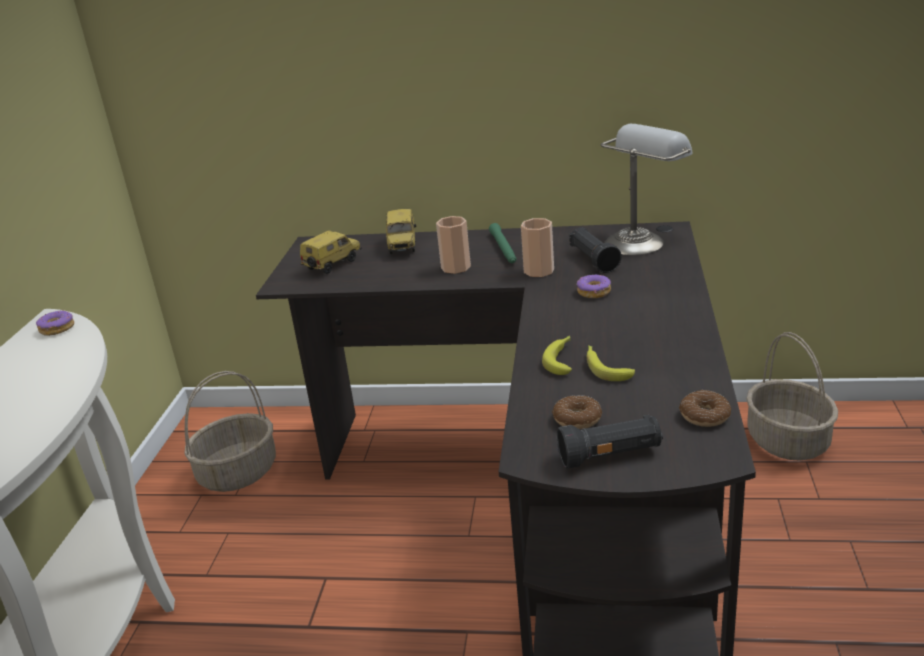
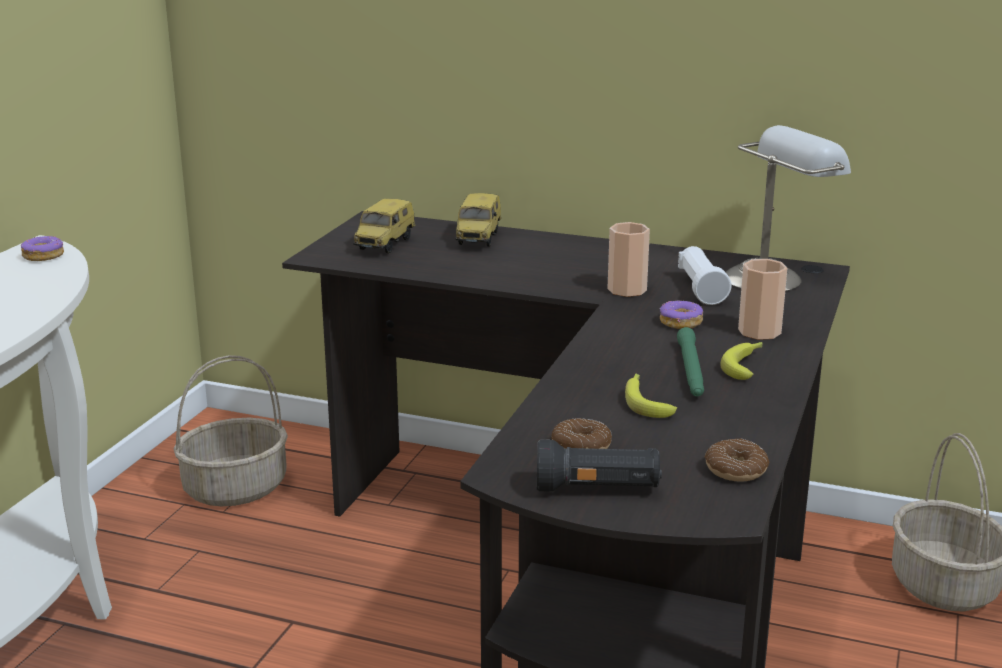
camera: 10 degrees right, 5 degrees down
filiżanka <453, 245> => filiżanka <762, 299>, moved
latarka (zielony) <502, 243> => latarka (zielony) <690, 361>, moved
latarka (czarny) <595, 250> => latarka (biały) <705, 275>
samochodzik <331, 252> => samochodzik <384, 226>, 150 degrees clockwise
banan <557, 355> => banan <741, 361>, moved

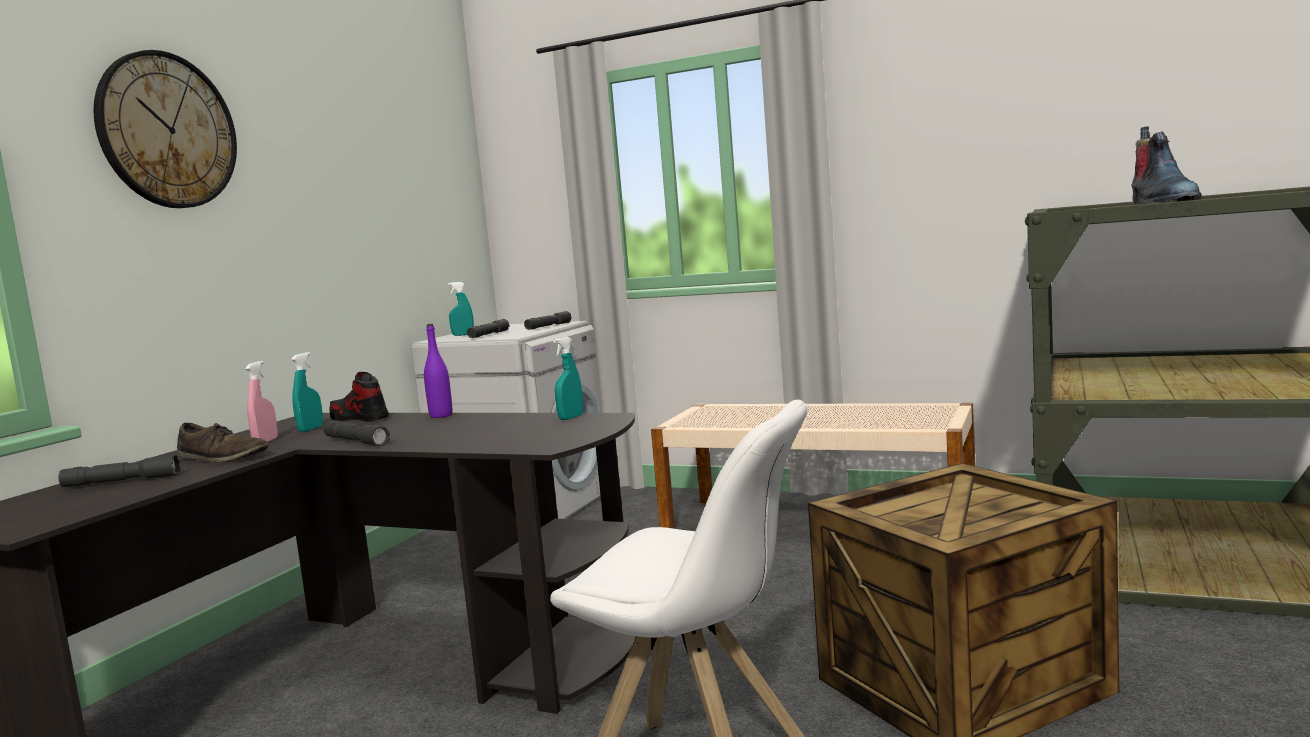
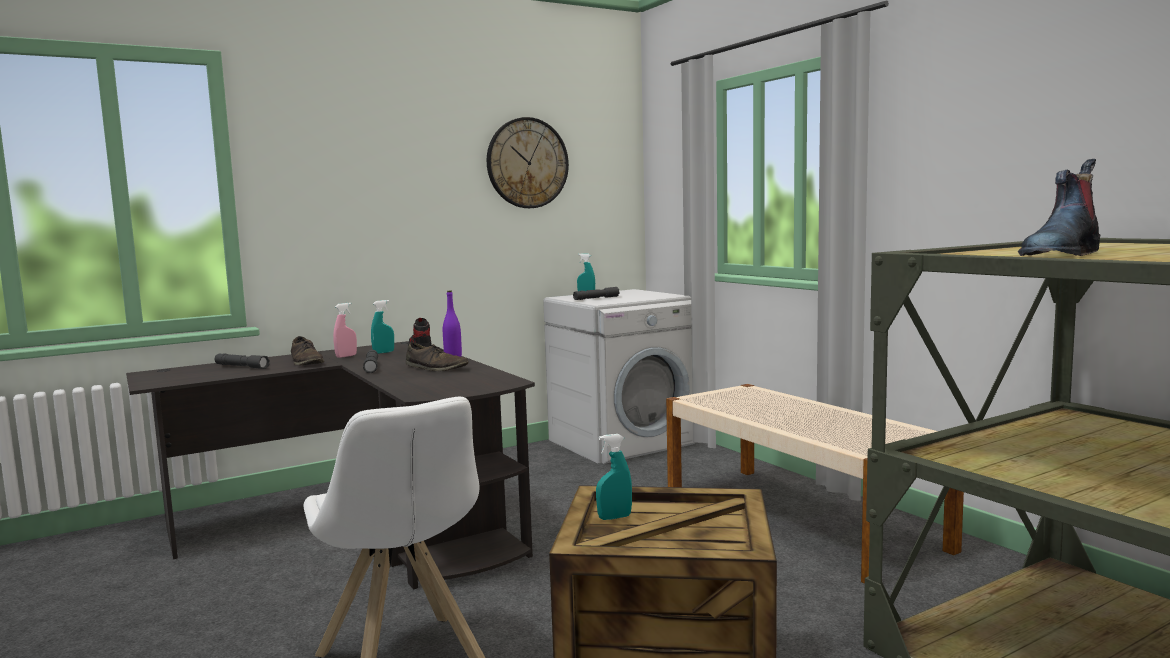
camera: 35 degrees right, 0 degrees up
zegar ścienny <165, 129> => zegar ścienny <528, 162>, moved
latarka (szary) <548, 320> => nothing
spryskiwacz (turkusowy) <568, 378> => spryskiwacz (turkusowy) <614, 477>, moved
nothing => but (brązowy) <437, 356>

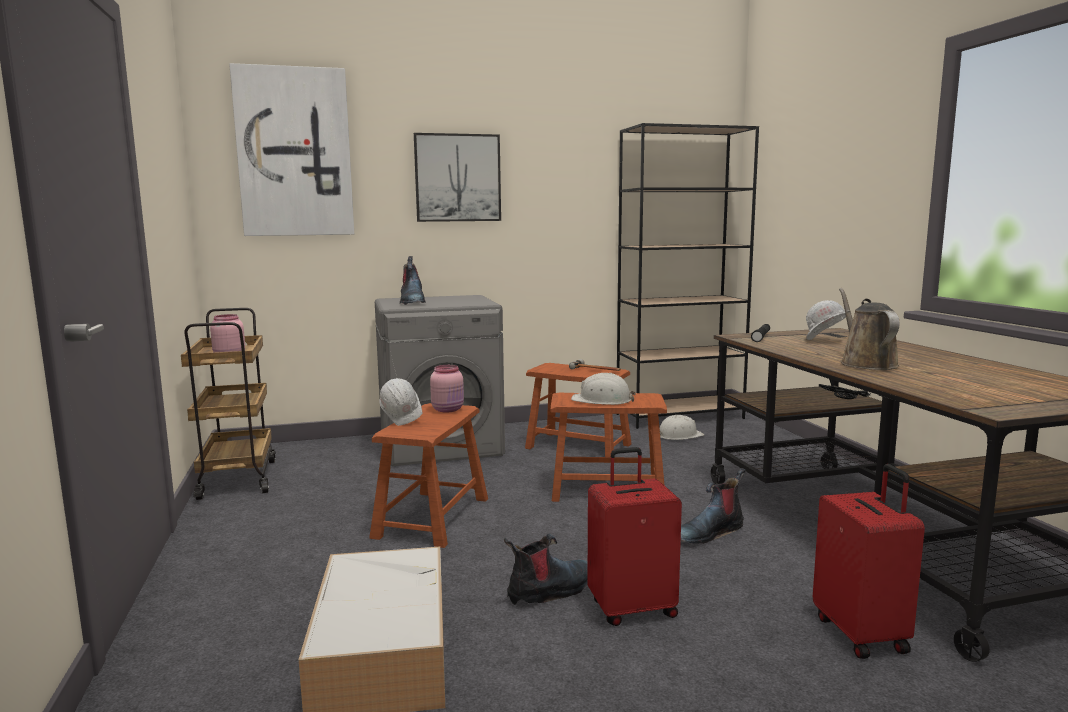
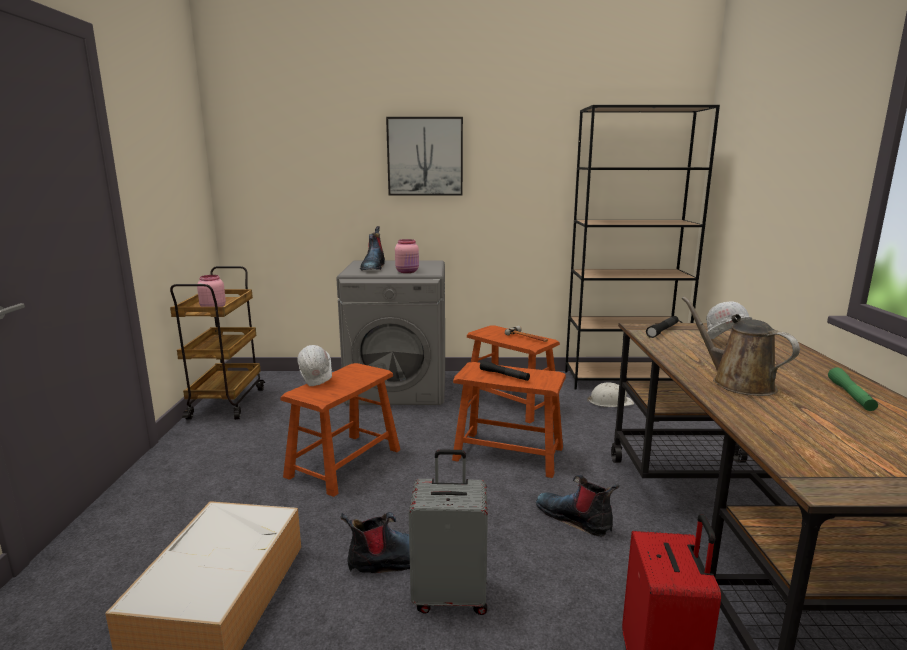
camera: 15 degrees right, 5 degrees up
obraz <291, 149> => nothing
konewka (brązowy) <869, 329> => konewka (brązowy) <741, 346>, 45 degrees counterclockwise
słoik (różowy) <447, 389> => słoik (różowy) <407, 256>, moved
kask (biały) <603, 389> => latarka (czarny) <505, 370>
walizka (czerwony) <634, 536> => walizka (szary) <448, 532>
but z cholewką <713, 506> => but z cholewką <578, 506>, 60 degrees clockwise
nothing => latarka (zielony) <853, 389>

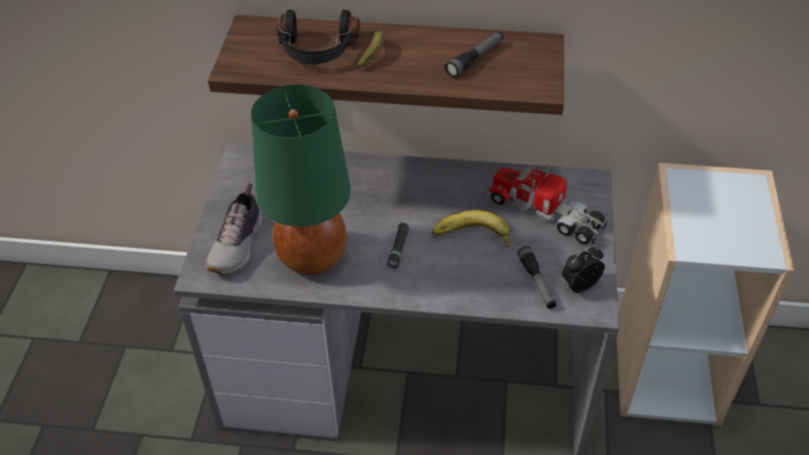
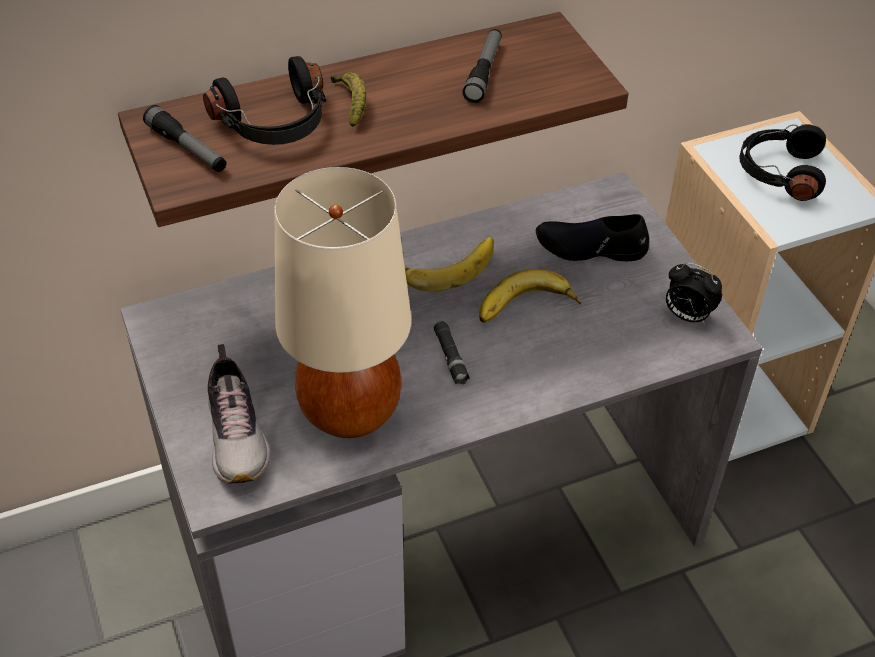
camera: 30 degrees left, 0 degrees up
lampa stołowa (zielony) <301, 179> => lampa stołowa (beżowy) <342, 302>
ciężarówka zabawkowa <547, 205> => but (czarny) <592, 237>
latarka <536, 277> => latarka <185, 138>, moved
budzik <583, 269> => budzik <694, 294>, 90 degrees counterclockwise
nothing => słuchawki (czarny) <782, 162>
nothing => banan <449, 264>

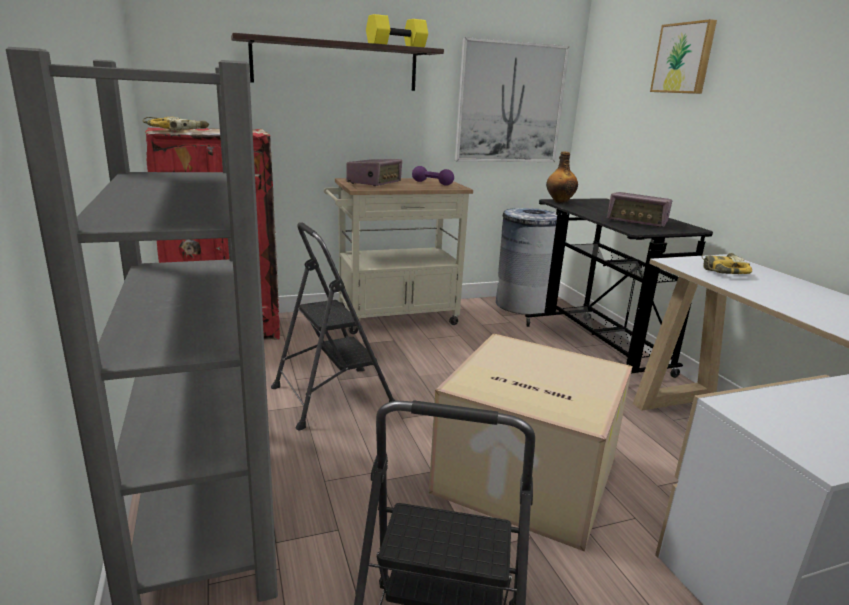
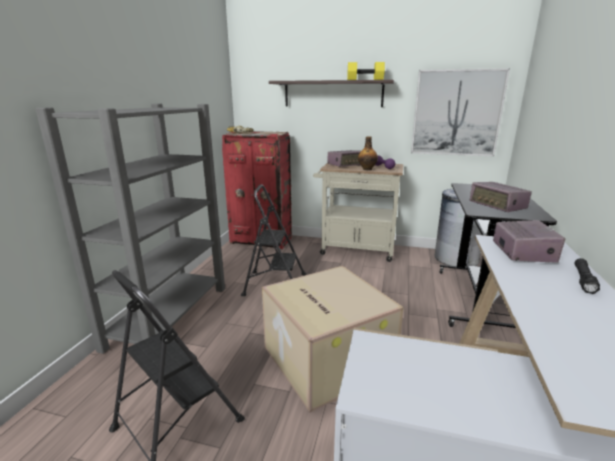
camera: 35 degrees right, 0 degrees up
obraz <683, 56> => nothing
butelka <562, 178> => butelka <368, 153>, moved
wiertarka <726, 263> => radio <529, 241>
nothing => latarka (czarny) <587, 276>

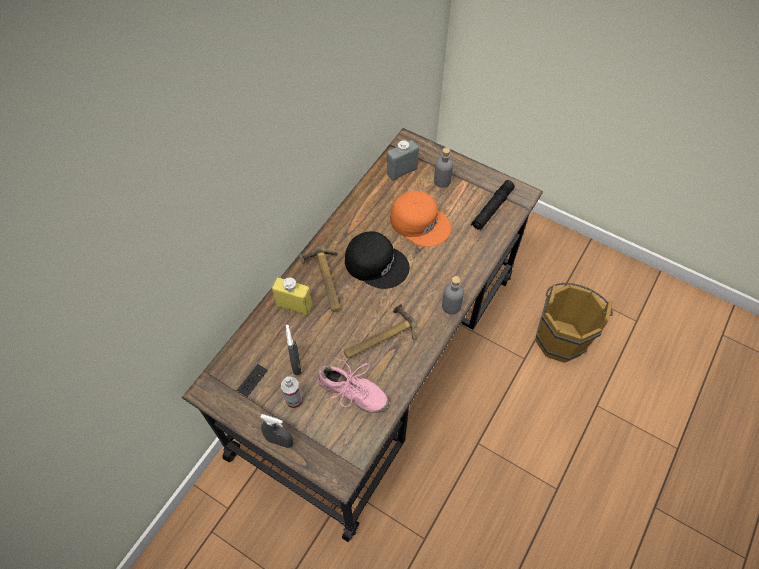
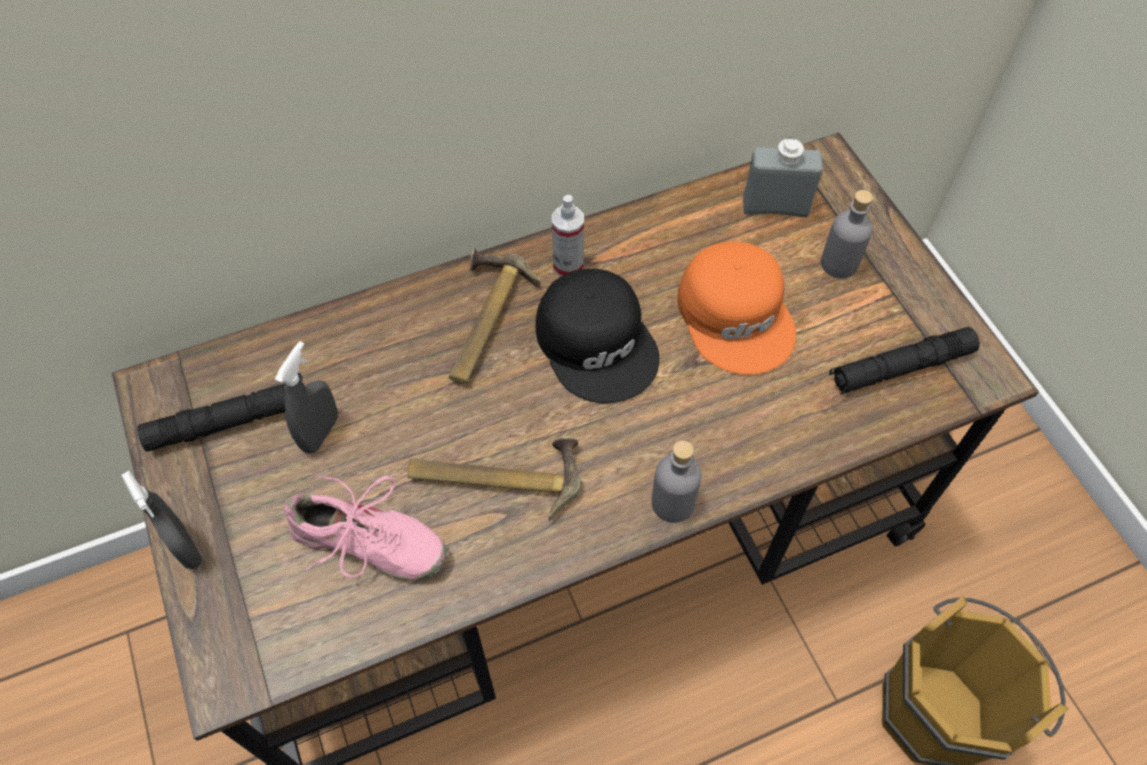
camera: 35 degrees right, 0 degrees up
butelka (żółty) <292, 296> => nothing
but (różowy) <353, 385> => but (różowy) <365, 526>, 45 degrees counterclockwise
spryskiwacz <292, 392> => spryskiwacz <568, 236>, moved
nothing => latarka (czarny) <211, 418>

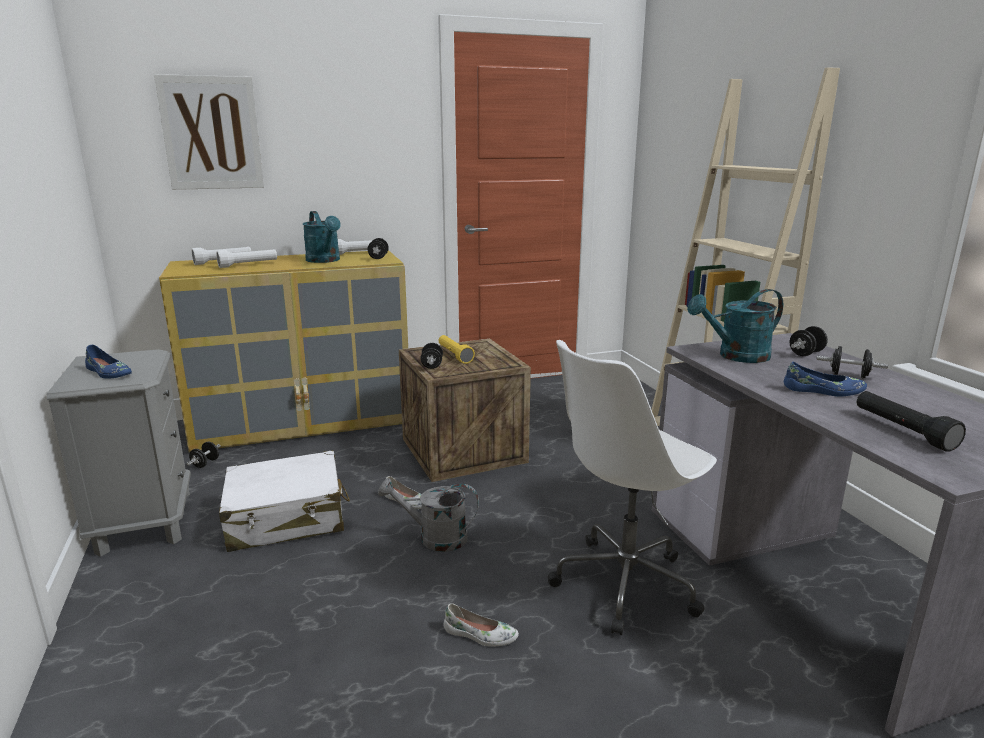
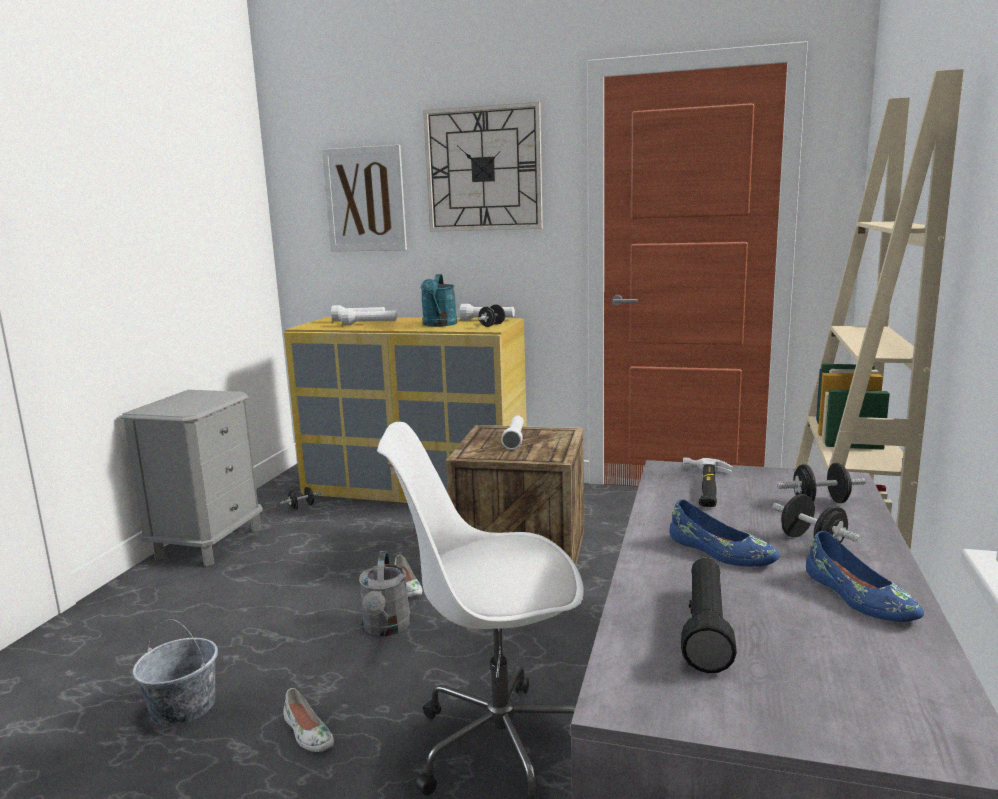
camera: 35 degrees right, 5 degrees down
konewka (turkusowy) <735, 326> => młotek <708, 482>
latarka (żółty) <456, 349> => latarka (biały) <512, 433>
hantel (czarny) <431, 356> => nothing
but (niebieski) <108, 362> => but (niebieski) <865, 576>, moved
walizka (biały) <284, 501> => nothing
konewka (szary) <428, 515> => konewka (szary) <385, 593>, 135 degrees counterclockwise
nothing => zegar ścienny <483, 167>
nothing => wiadro (szary) <175, 672>

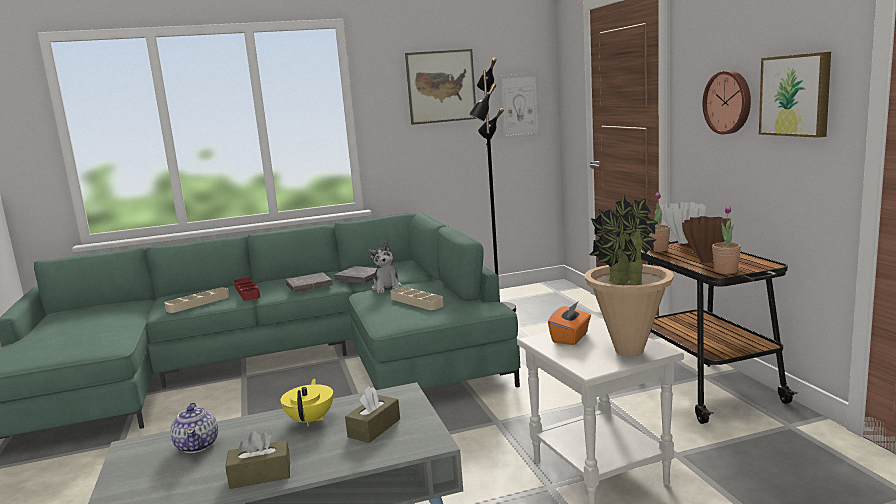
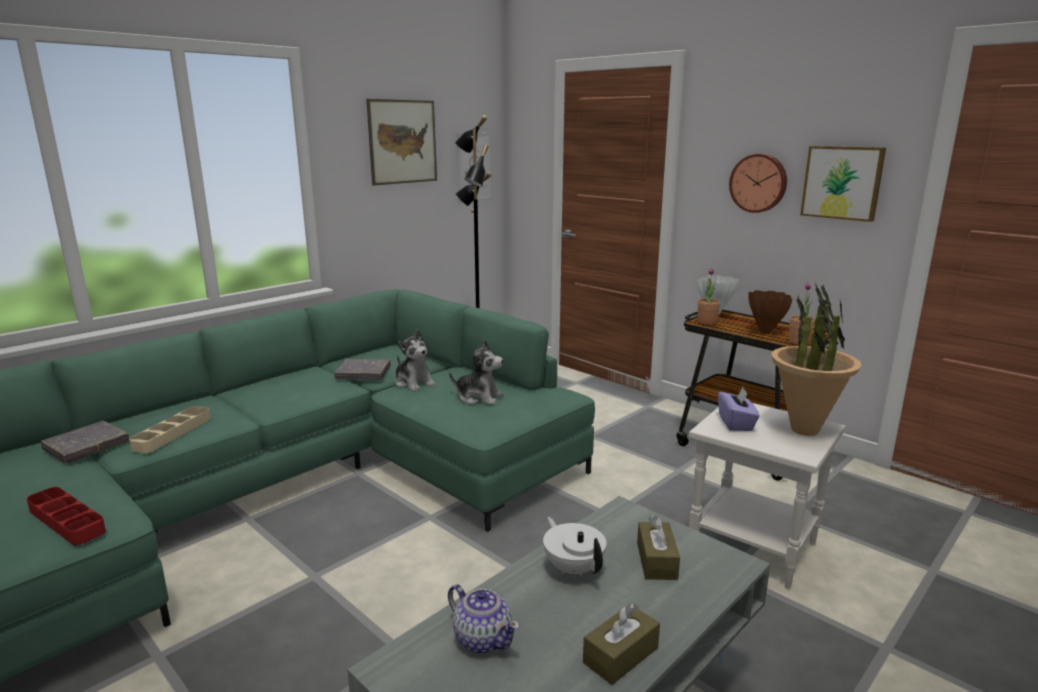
camera: 30 degrees left, 5 degrees up
książka (szary) <309, 282> => książka (szary) <85, 442>, moved
taca (czerwony) <247, 289> => taca (czerwony) <66, 516>, moved
taca (beżowy) <417, 298> => pluszak <476, 372>
pudełko chusteczek (pomarańczowy) <569, 323> => pudełko chusteczek (fioletowy) <739, 409>
imbryk (żółty) <307, 403> => imbryk (biały) <574, 547>

